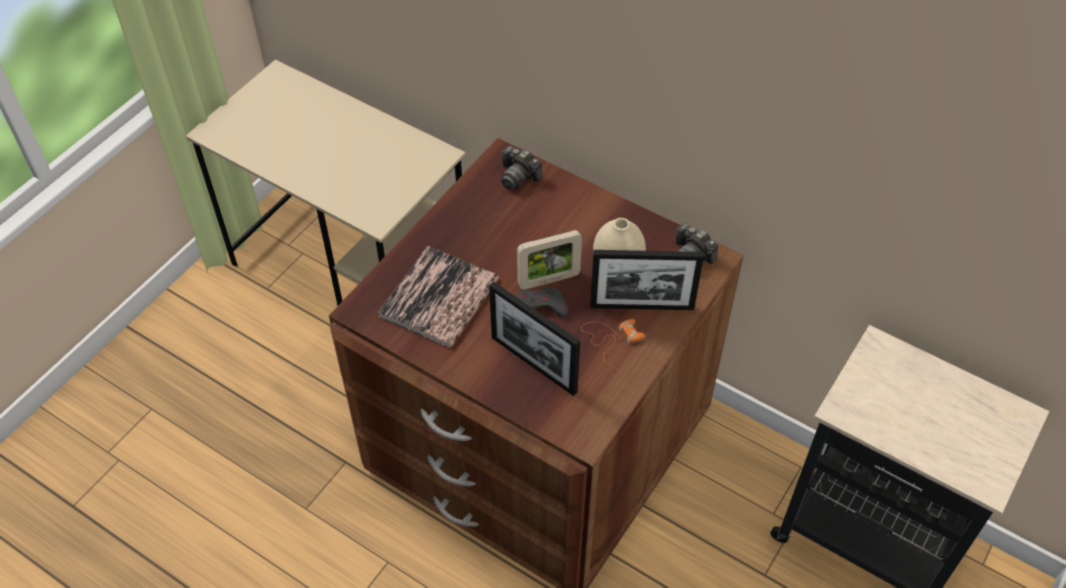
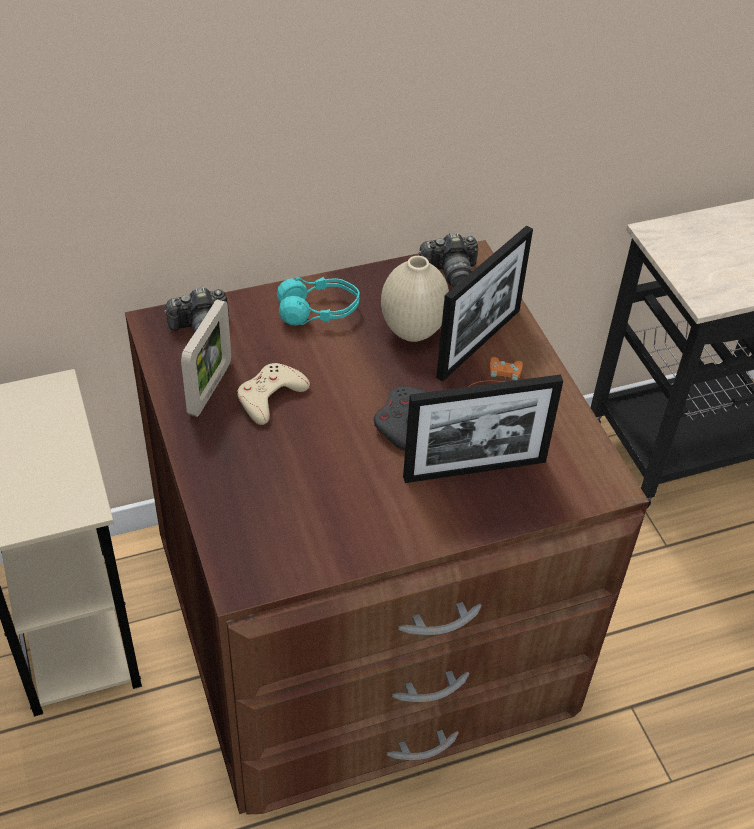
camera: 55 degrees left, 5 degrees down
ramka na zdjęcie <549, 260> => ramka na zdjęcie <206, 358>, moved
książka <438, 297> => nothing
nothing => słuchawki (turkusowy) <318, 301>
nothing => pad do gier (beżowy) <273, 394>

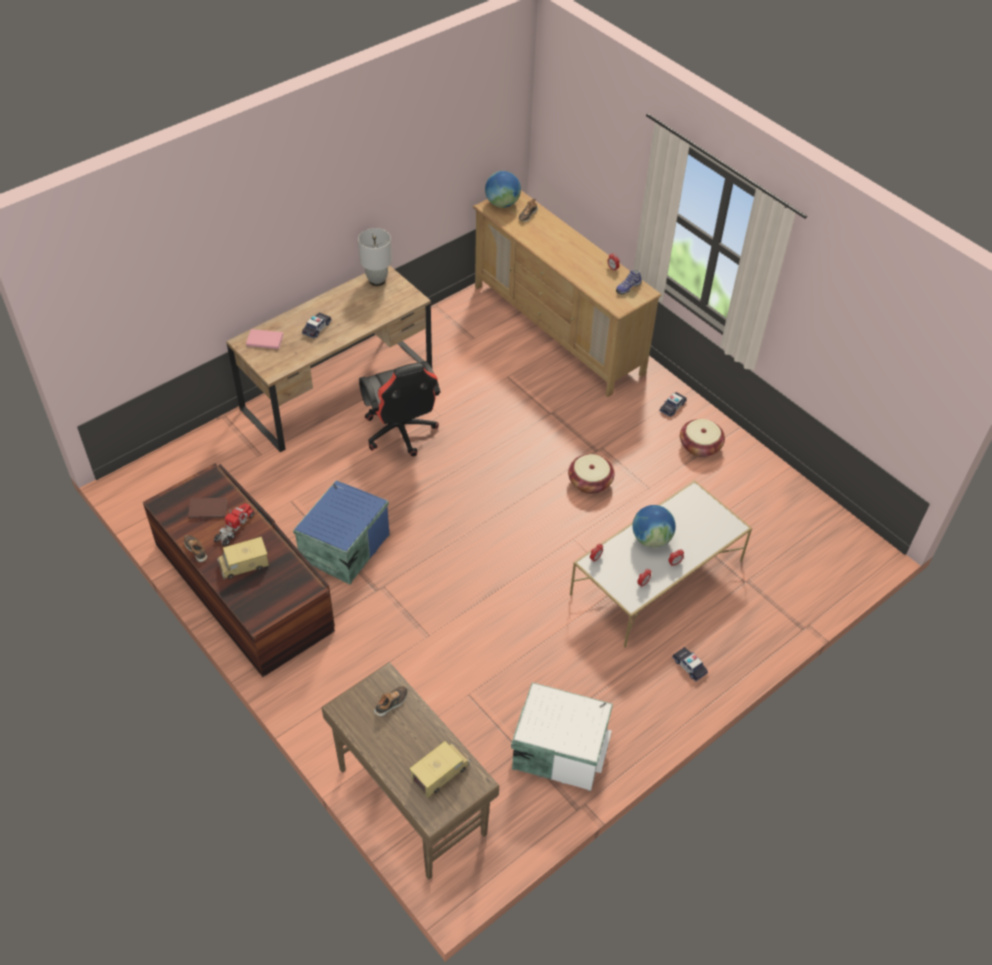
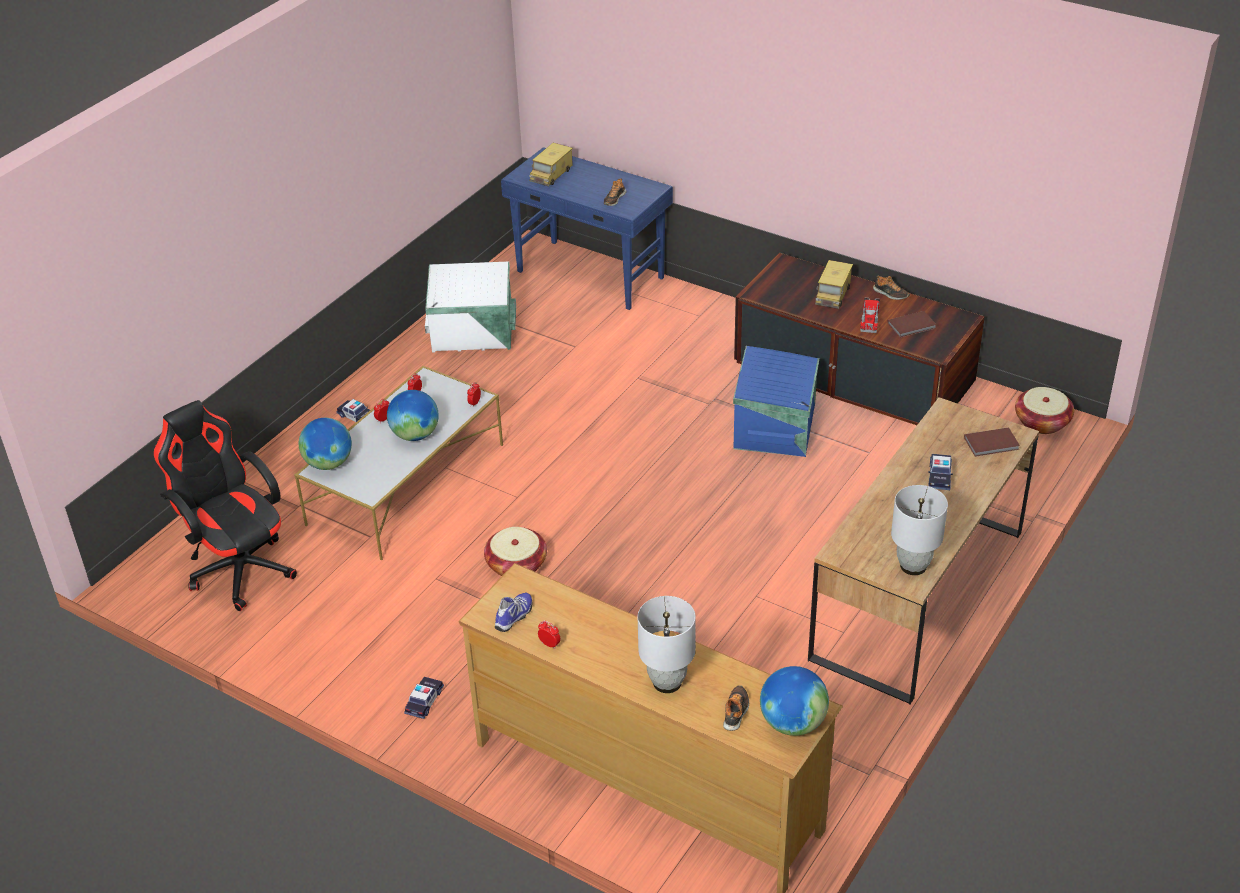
camera: 165 degrees right, 10 degrees down
książka (różowy) <265, 339> => książka (brązowy) <992, 442>
krzesło biurowe (czarny) <399, 408> => krzesło biurowe (czarny) <225, 505>, moved
koszyk <702, 438> => koszyk <1044, 410>, moved
ciężarówka zabawkowa <243, 558> => ciężarówka zabawkowa <834, 284>, 150 degrees clockwise
stolik konsolowy (brązowy) <410, 771> => stolik konsolowy (niebieski) <587, 228>
nothing => globus <325, 444>
nothing => lampa stołowa (biały) <667, 644>

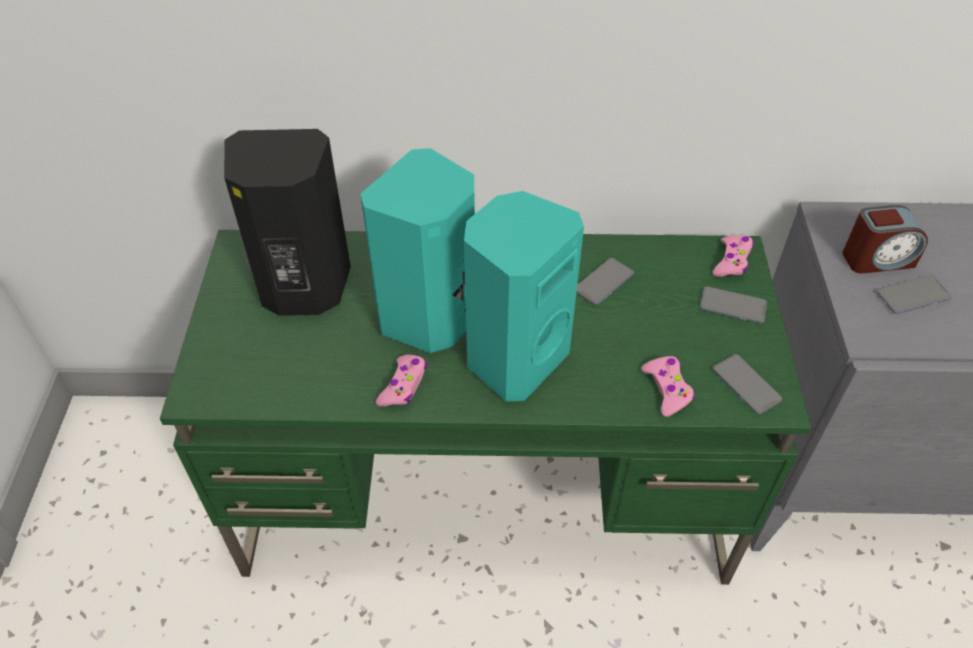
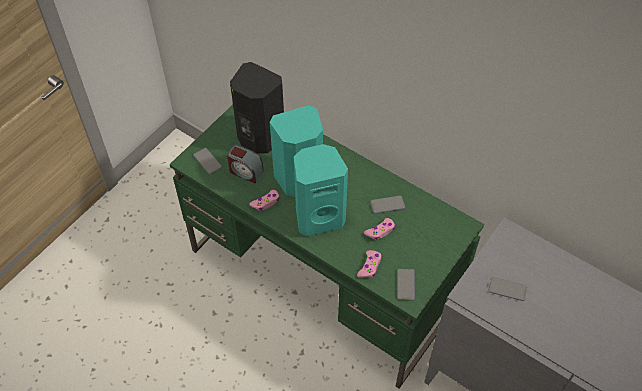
camera: 35 degrees right, 5 degrees up
budzik <885, 239> => budzik <245, 163>, moved
pad do gier (różowy) <733, 256> => pad do gier (różowy) <379, 229>, moved
telefon <733, 304> => telefon <207, 161>, moved

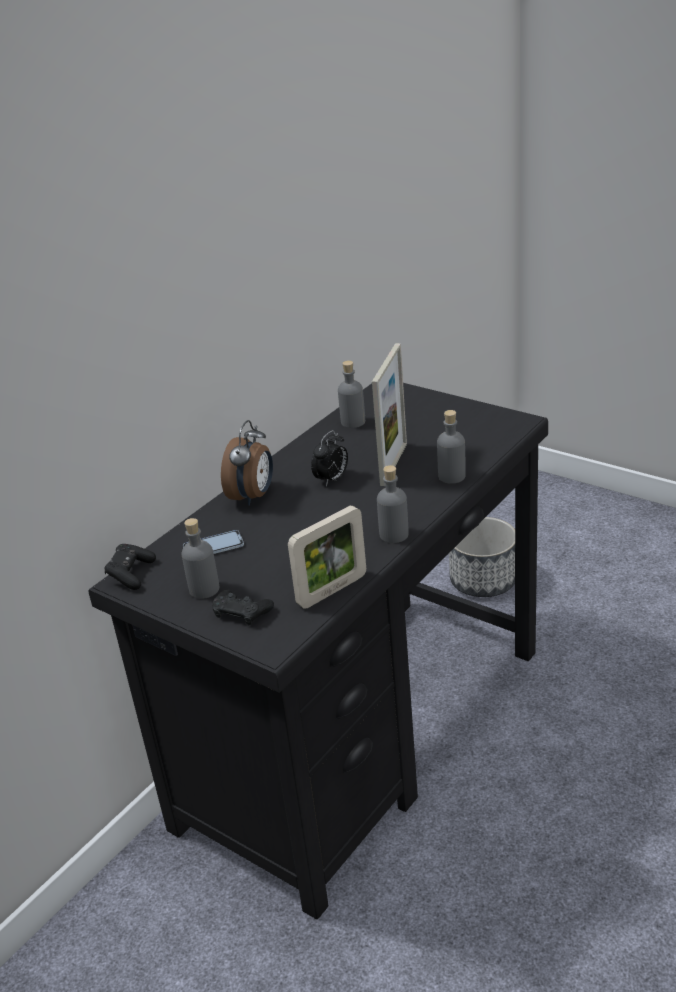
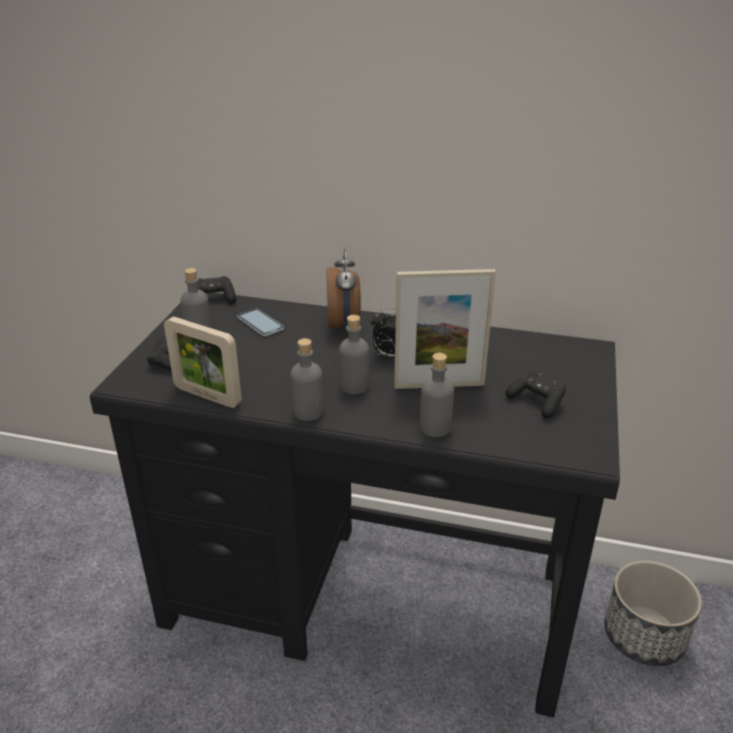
camera: 65 degrees right, 0 degrees up
butelka (szary) <351, 394> => butelka (szary) <354, 354>, moved
budzik <247, 463> => budzik <343, 289>, 90 degrees counterclockwise
nothing => pad do gier (czarny) <535, 394>

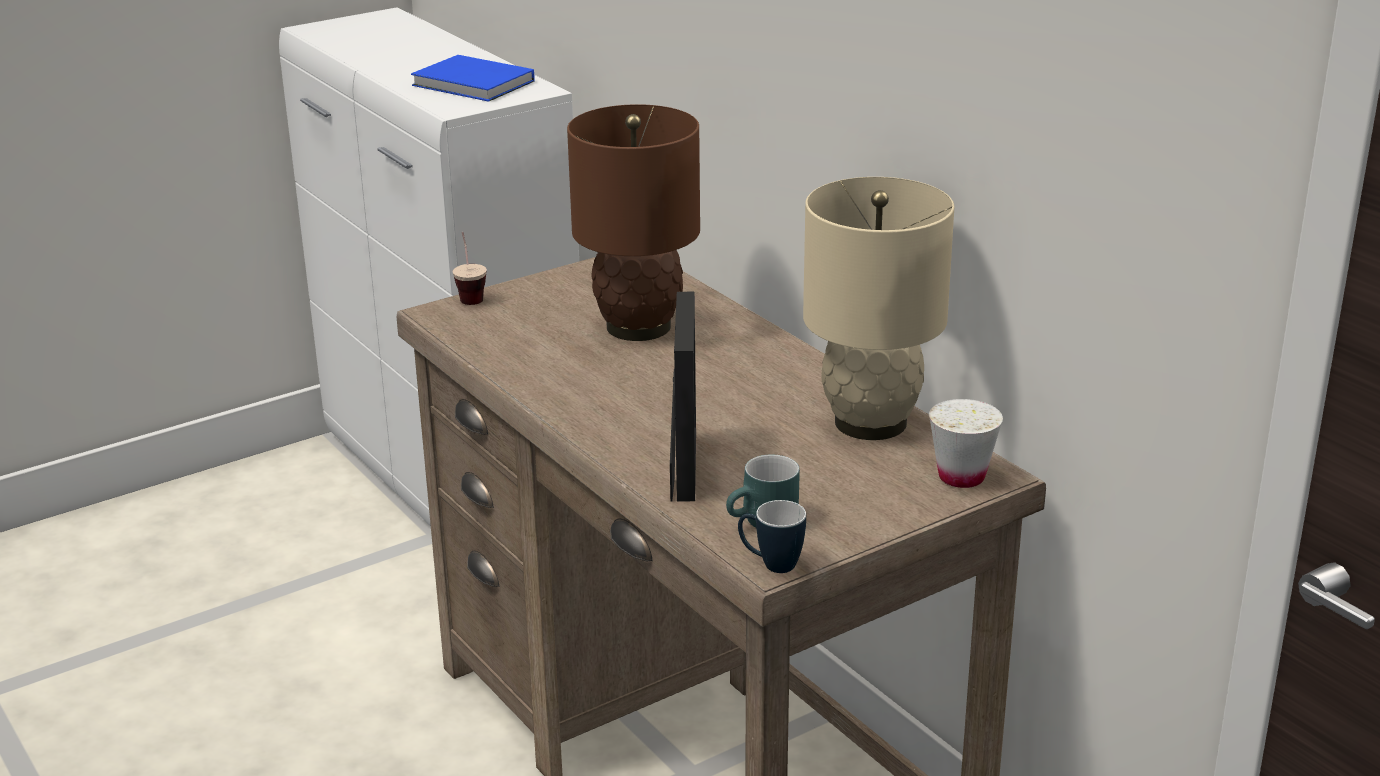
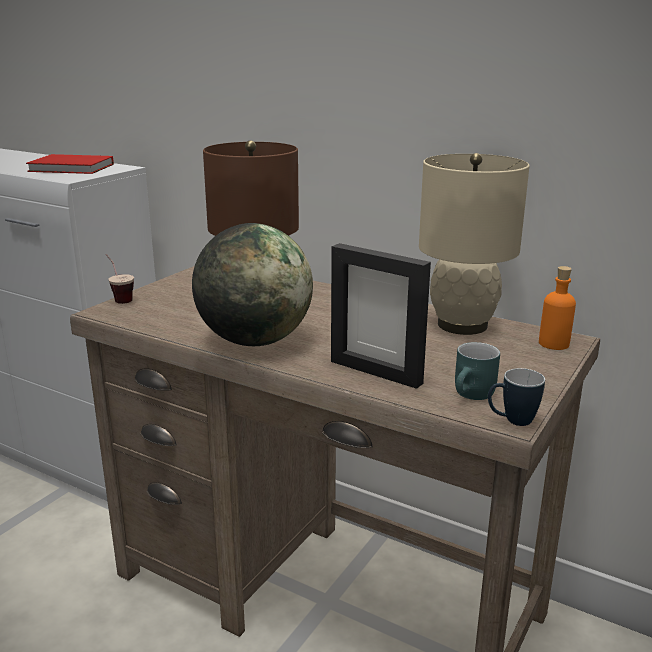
camera: 25 degrees left, 5 degrees down
książka (niebieski) <473, 78> => książka (czerwony) <70, 164>
ramka na zdjęcie <683, 396> => ramka na zdjęcie <381, 316>, 150 degrees clockwise
filiżanka (biały) <966, 443> => butelka (pomarańczowy) <557, 308>
nothing => globus <252, 284>

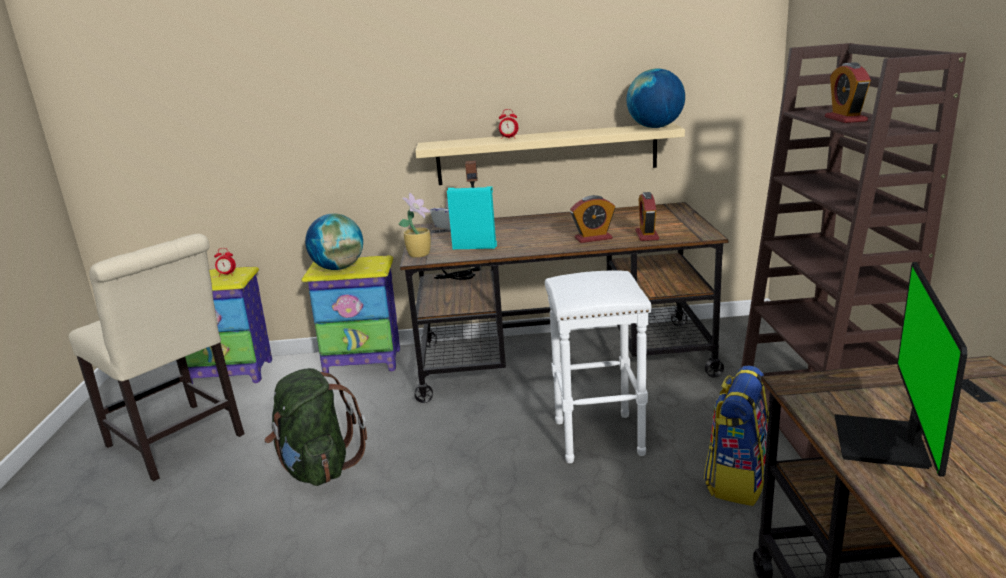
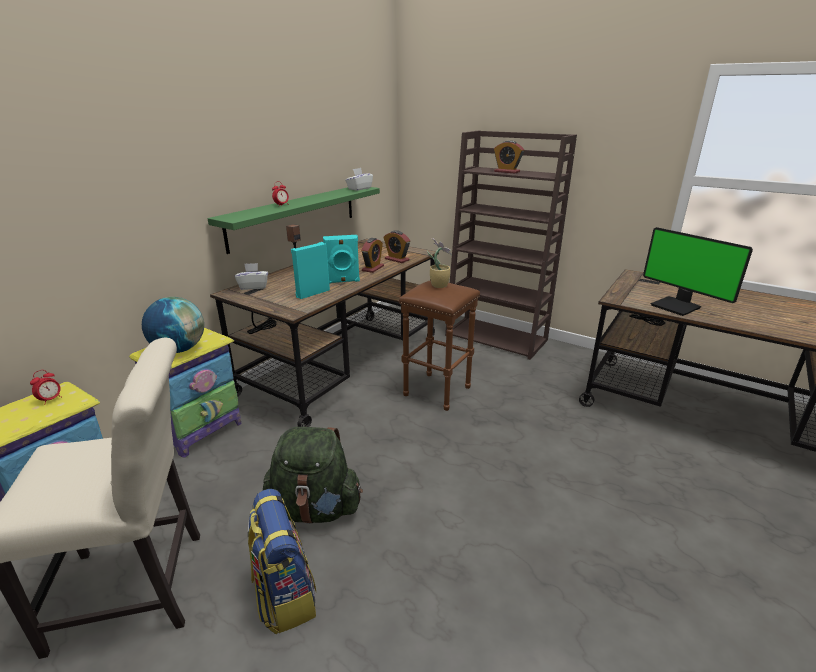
camera: 55 degrees left, 5 degrees up
globus <656, 98> => pudełko chusteczek (biały) <359, 179>
półka (beżowy) <550, 154> => półka (zielony) <293, 220>
roślina doniczkowa <415, 225> => roślina doniczkowa <439, 263>, moved
stołek (biały) <598, 366> => stołek (brązowy) <439, 345>
plecak <736, 436> => plecak <282, 562>, moved
nothing => głośnik (turkusowy) <341, 259>

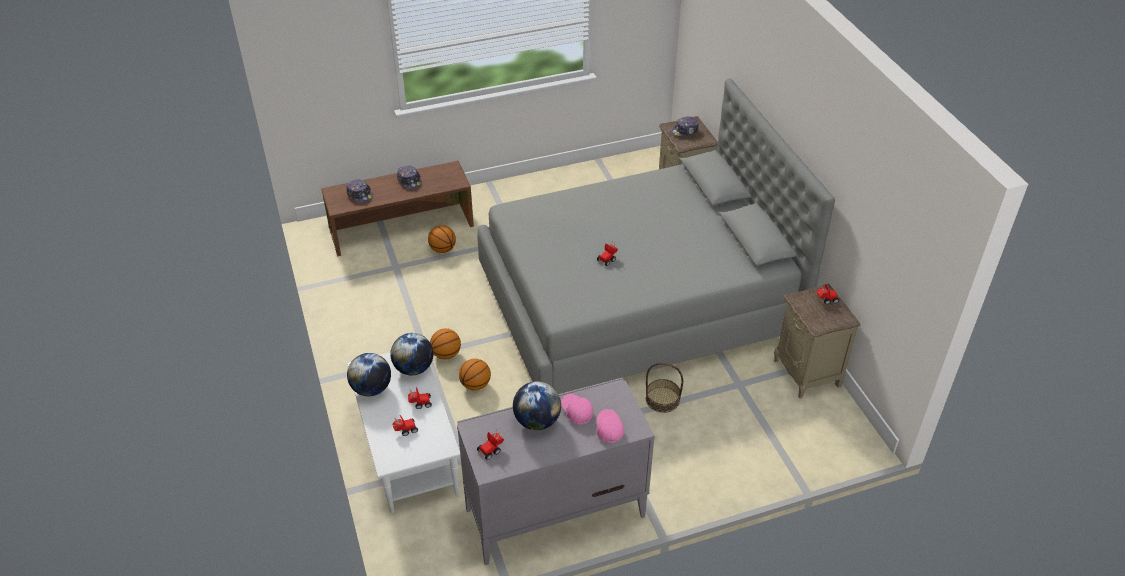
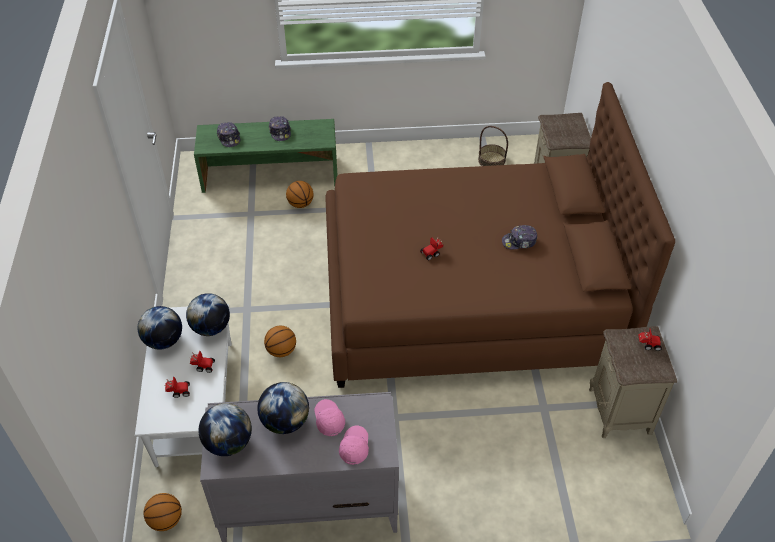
camera: 15 degrees right, 5 degrees up
łóżko (szary) <656, 236> => łóżko (brązowy) <500, 235>
czapka z daszkiem <684, 126> => czapka z daszkiem <519, 237>, moved
ławka (brązowy) <397, 208> => ławka (zielony) <266, 156>
piłka do koszykówki <445, 344> => piłka do koszykówki <163, 512>, moved
koszyk <664, 388> => koszyk <493, 146>, moved
samochodzik <490, 444> => globus <225, 429>

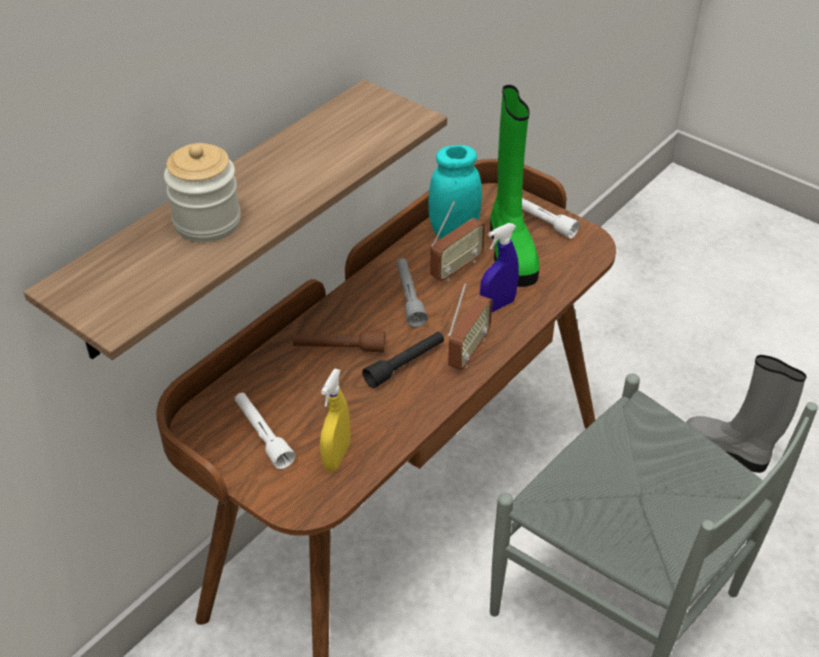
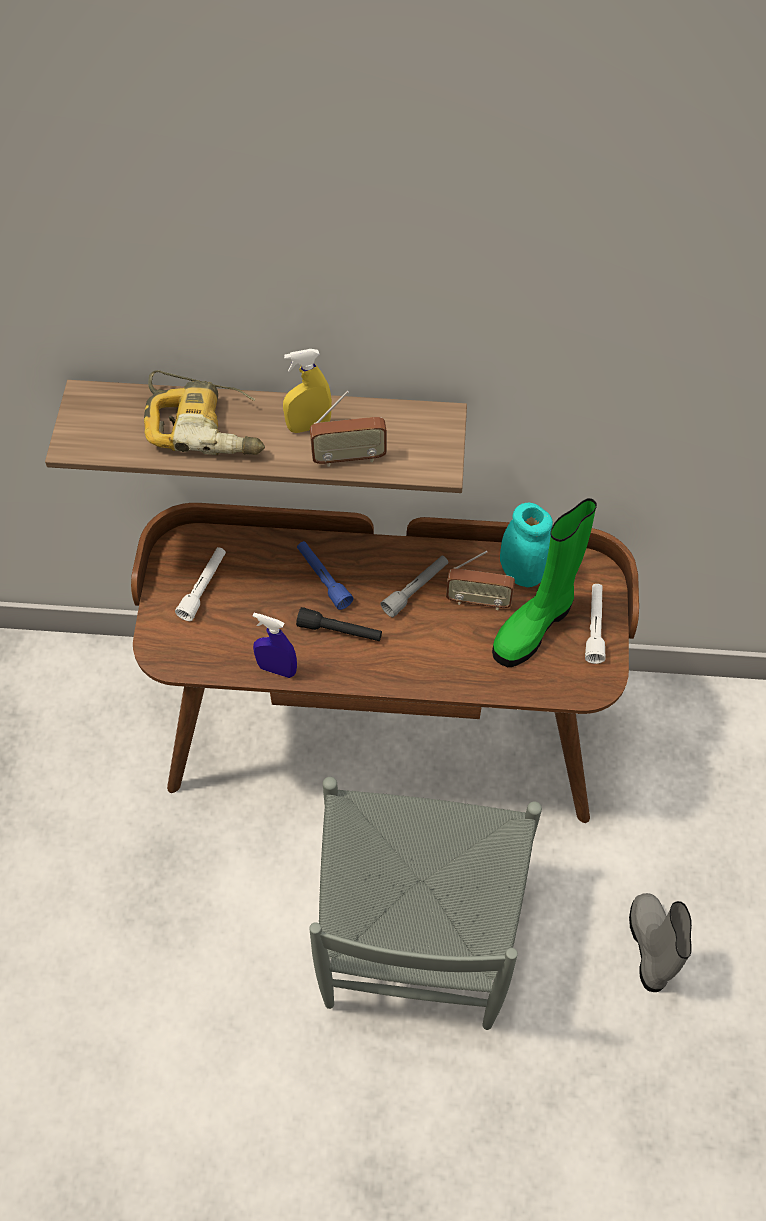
camera: 55 degrees right, 15 degrees up
słoik <202, 192> => wiertarka <204, 412>
spryskiwacz (niebieski) <499, 267> => spryskiwacz (niebieski) <275, 645>, moved
radio <470, 326> => radio <348, 429>, moved
latarka (brązowy) <339, 342> => latarka (niebieski) <325, 575>
spryskiwacz (żółty) <335, 420> => spryskiwacz (żółty) <307, 391>, moved

